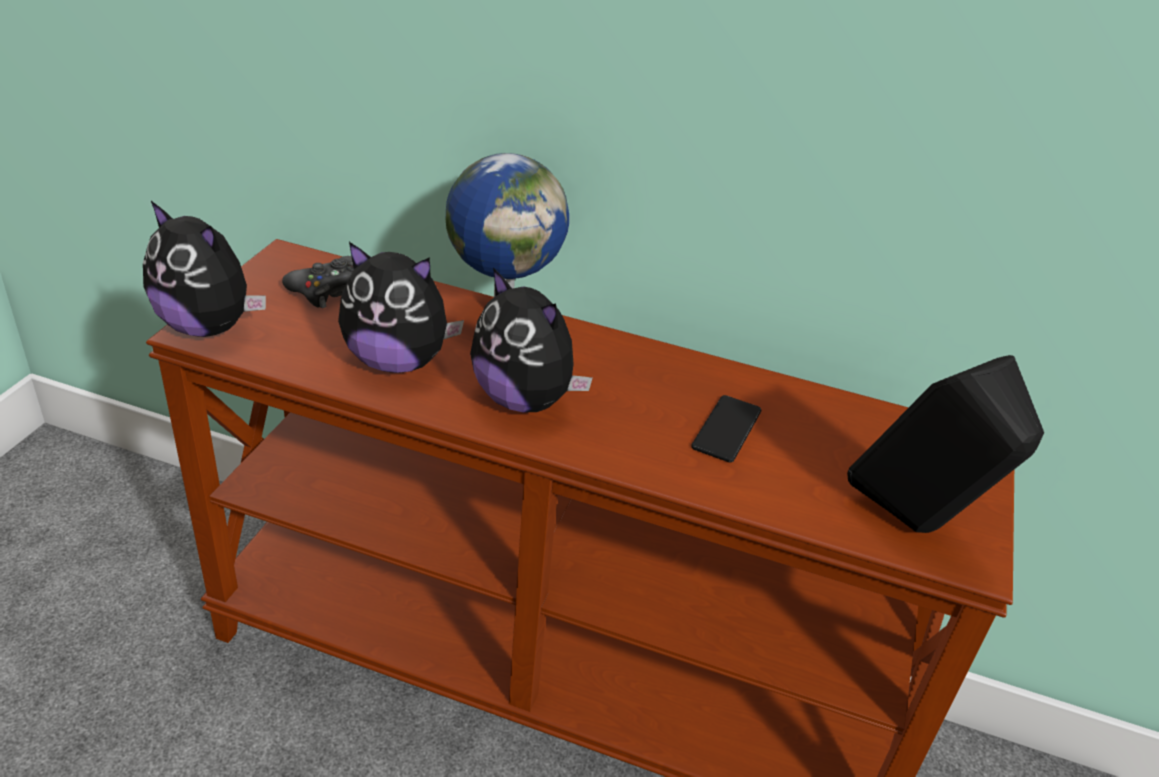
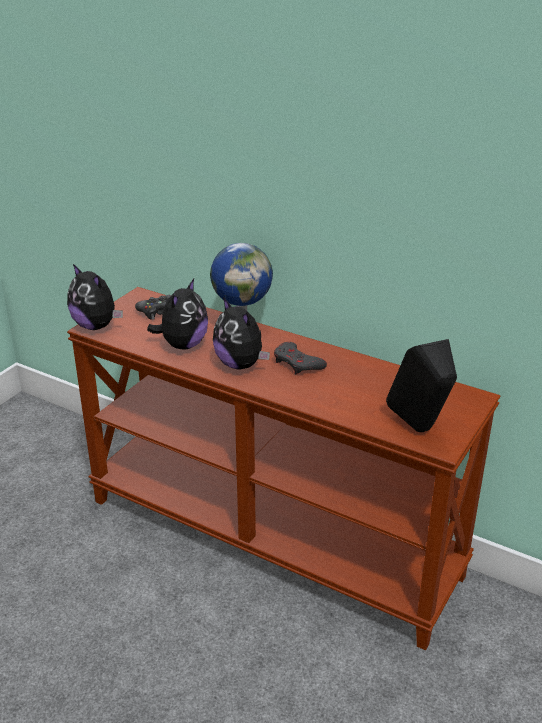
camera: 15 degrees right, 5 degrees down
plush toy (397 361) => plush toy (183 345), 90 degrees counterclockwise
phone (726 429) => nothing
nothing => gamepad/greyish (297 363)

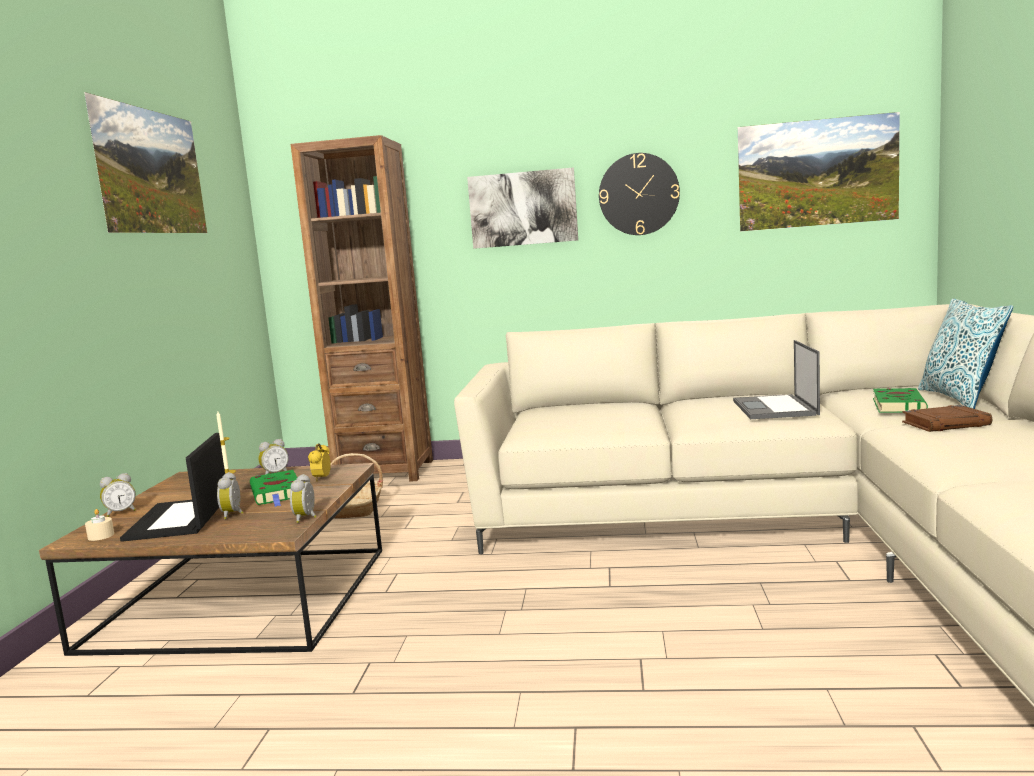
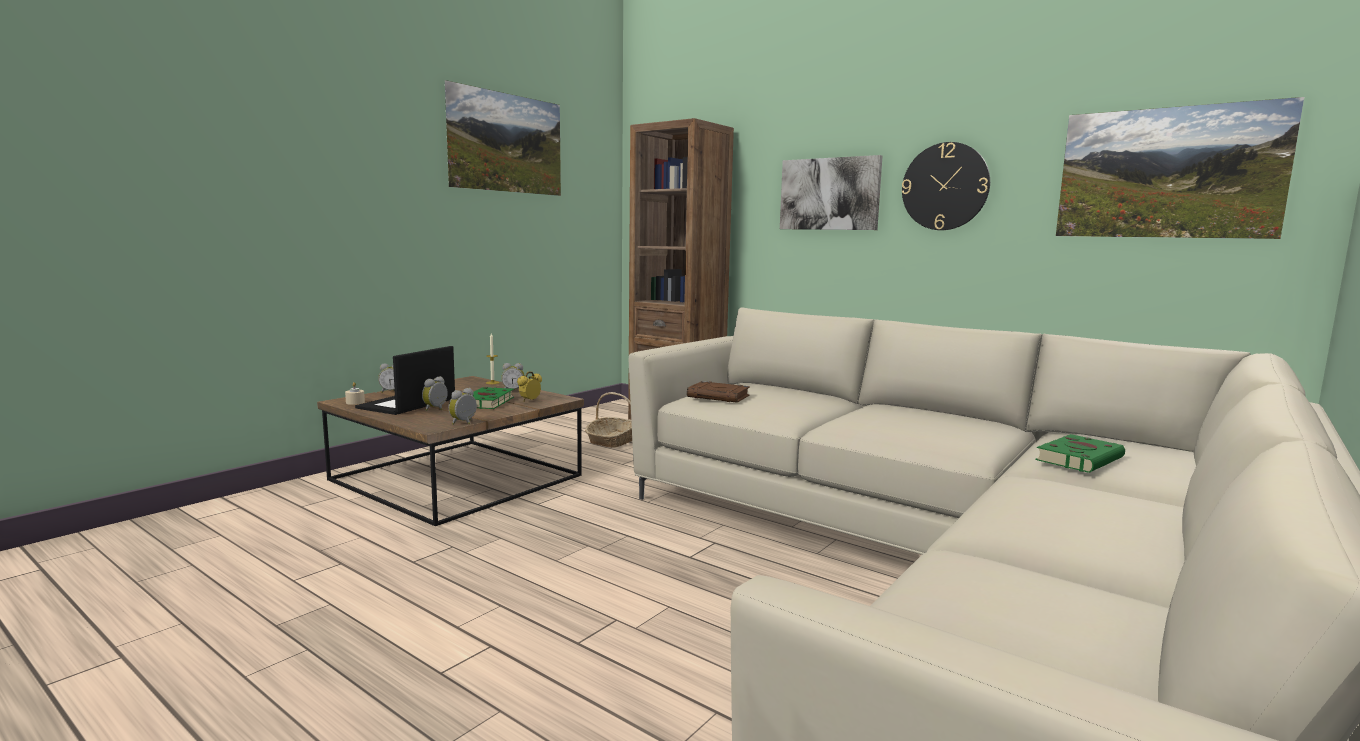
camera: 30 degrees right, 0 degrees up
throw pillow (959 398) => nothing
laptop (775 408) => nothing
bound book/brown-coloured (946 424) => bound book/brown-coloured (719 396), moved

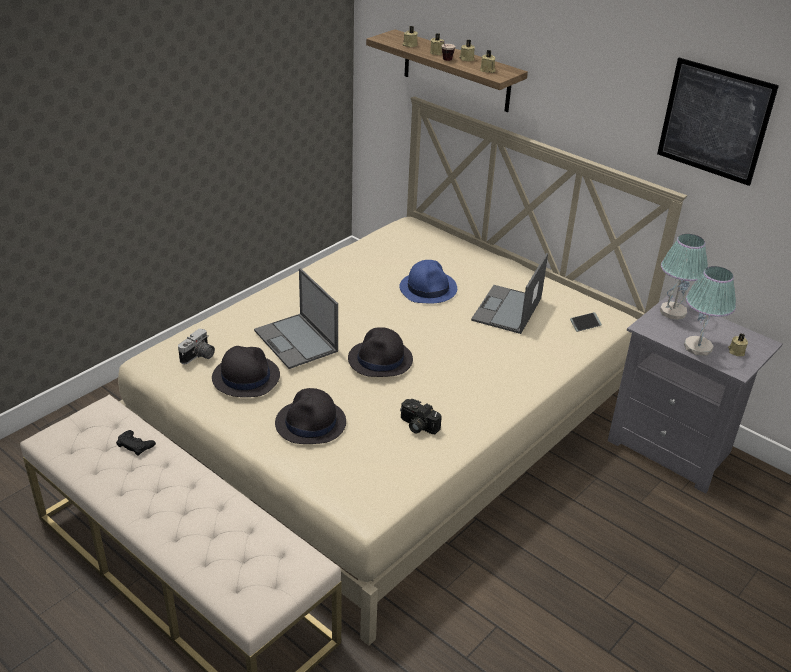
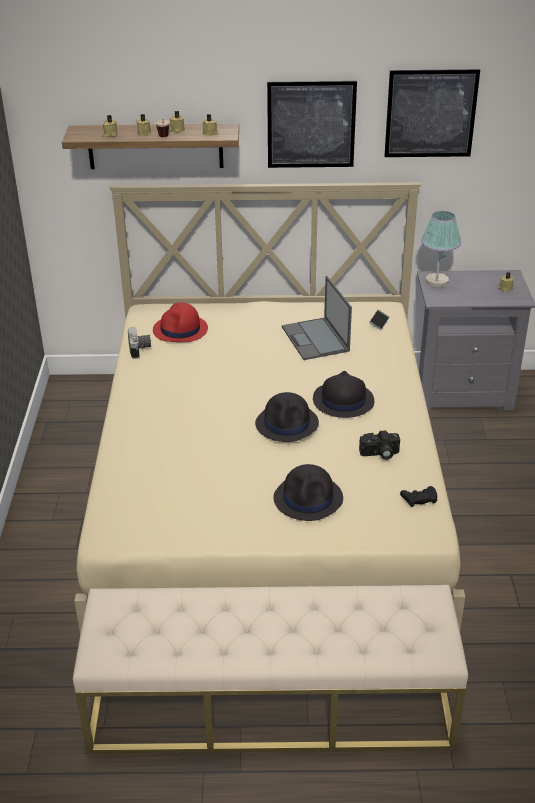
camera: 40 degrees left, 0 degrees up
wearable hat/blue-coloured (428 288) => nothing
tabletop lamp (698 347) => nothing
laptop (296 341) => nothing
still camera (199 356) => still camera (140 349), moved
wearable hat/black (245 377) => wearable hat/black (342 401), moved
gamepad/black (135 445) => gamepad/black (419 498), moved
nothing => wall art (311 124)
nothing => wearable hat/red-coloured (180 330)

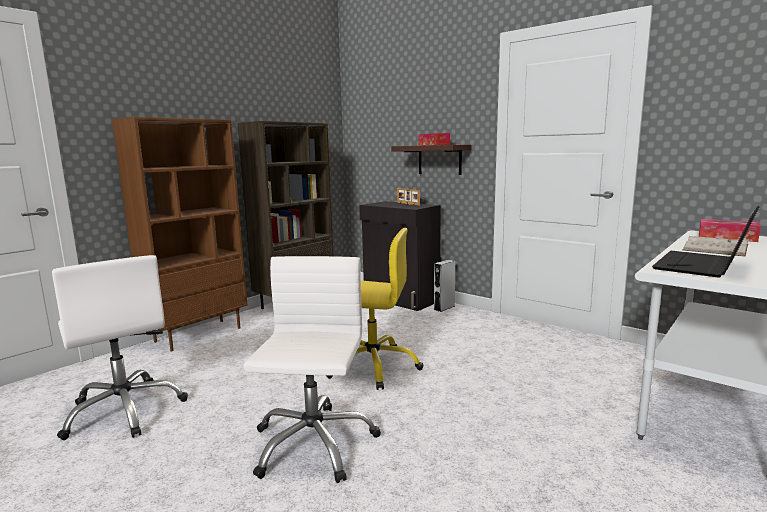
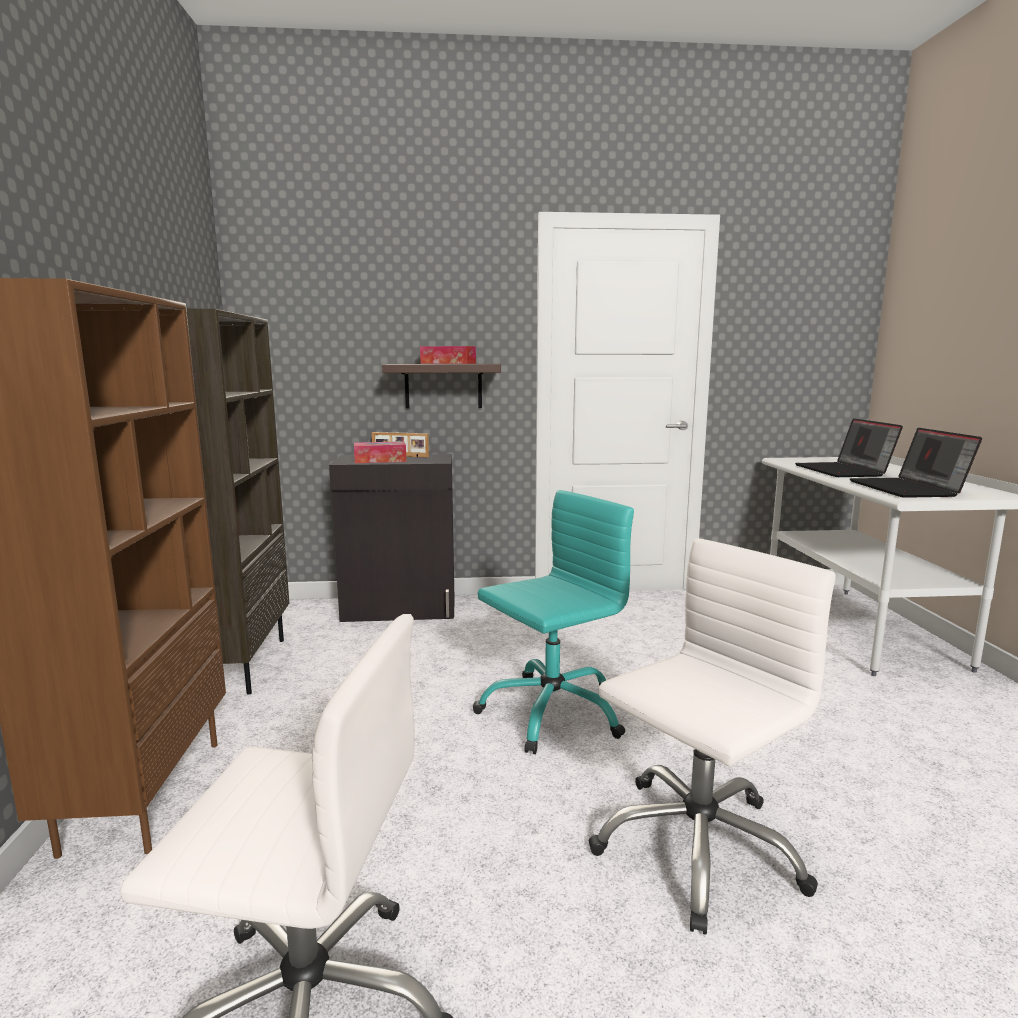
camera: 45 degrees left, 0 degrees up
tissue box (727 238) => tissue box (380 460), moved
computer chair/yellow (373 366) => computer chair/blue-green (551 711)
bound book/white-coloured (715 247) => laptop (844 471)
computer chair/white-coloured (313 443) => computer chair/white-coloured (697 846), 90 degrees clockwise
loudspeaker/greyish (444 308) => nothing

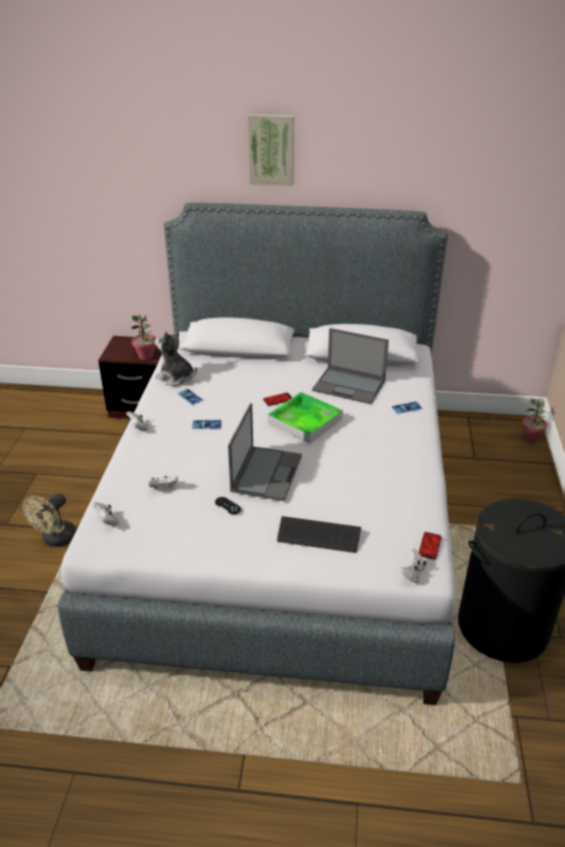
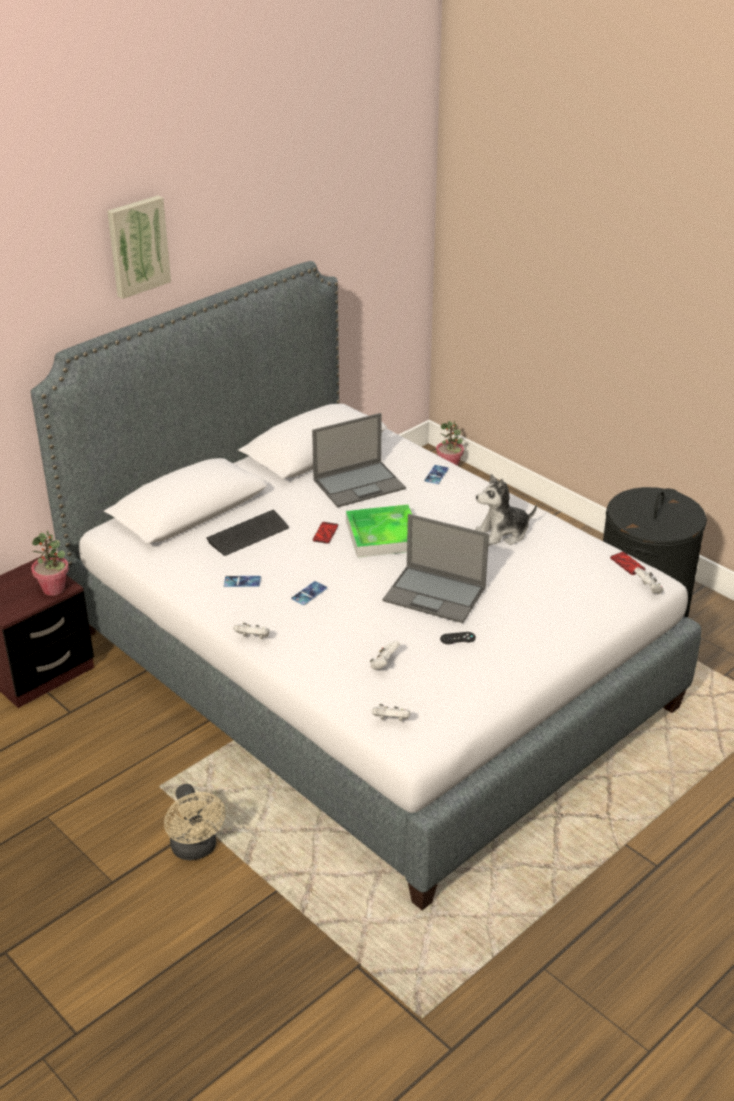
camera: 50 degrees left, 0 degrees up
plush toy (176 378) => plush toy (503 534), moved
laptop (266 472) => laptop (435 594), 150 degrees clockwise
PC keyboard (318 536) => PC keyboard (248 534), moved

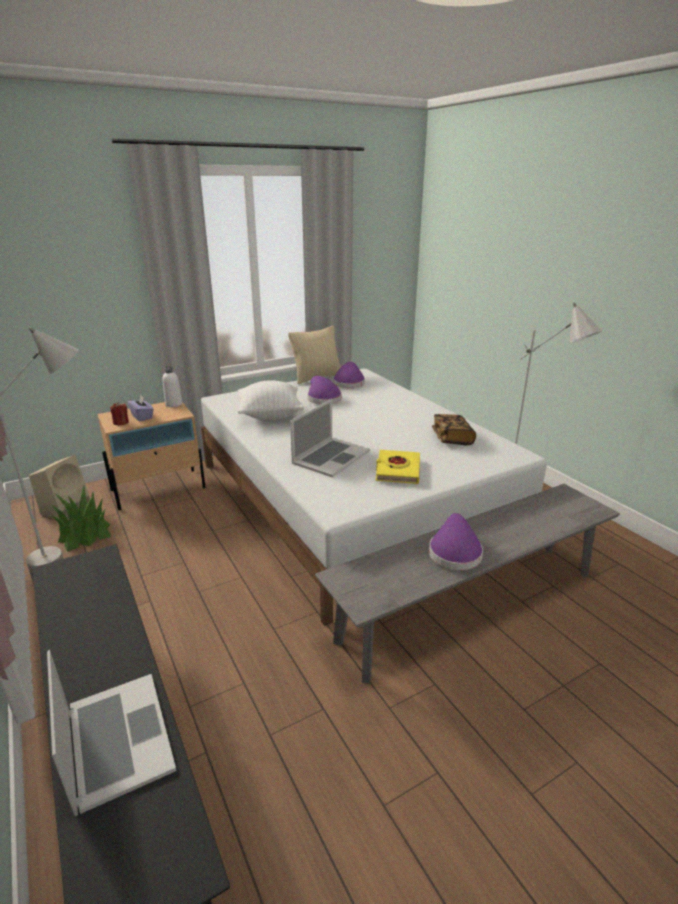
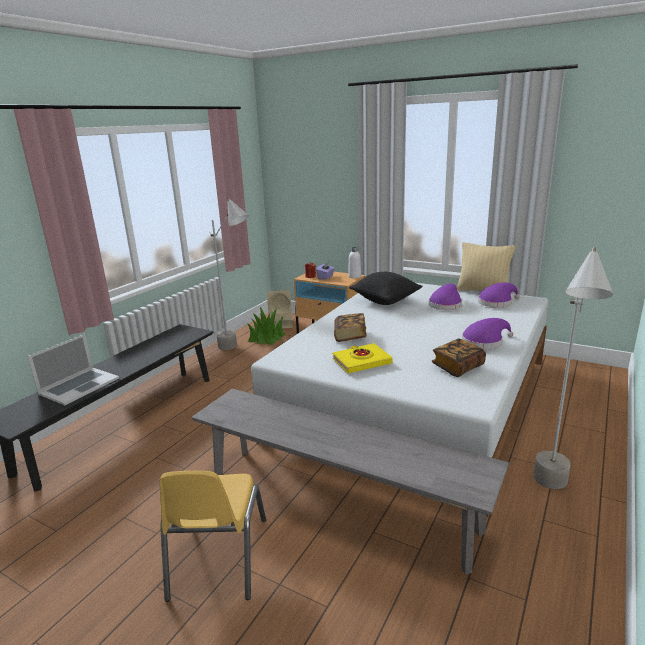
camera: 60 degrees right, 5 degrees down
throw pillow/white-coloured (270 415) => throw pillow/black (385 301)
laptop (331 457) => bound book (350 336)
wearable hat/purple-coloured (454 552) => wearable hat/purple-coloured (484 342), moved
nothing => chair/yellow (217 558)

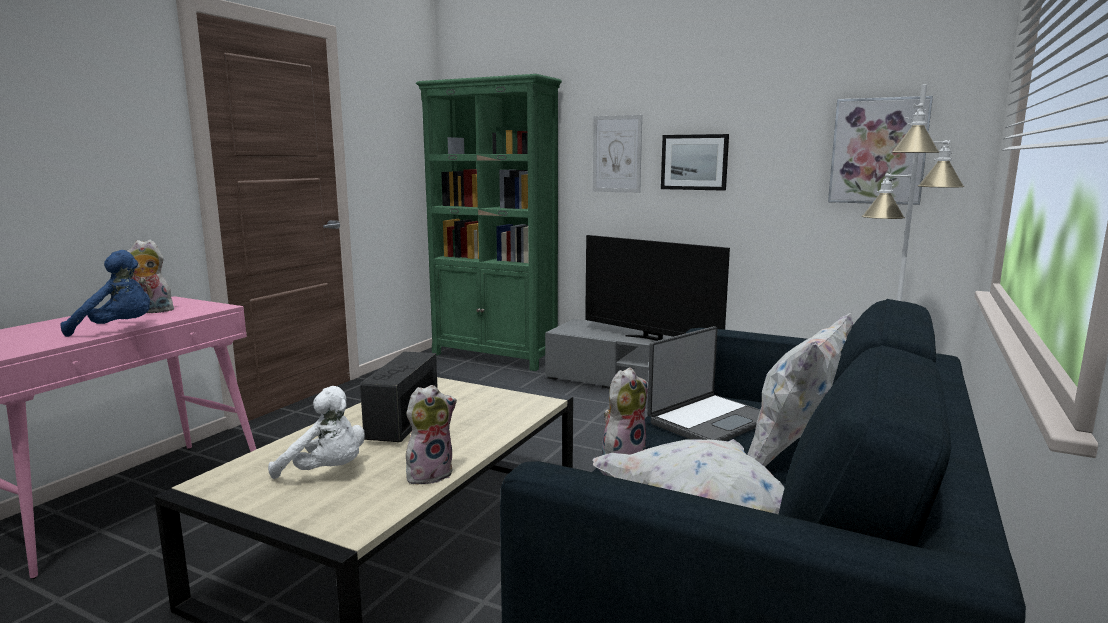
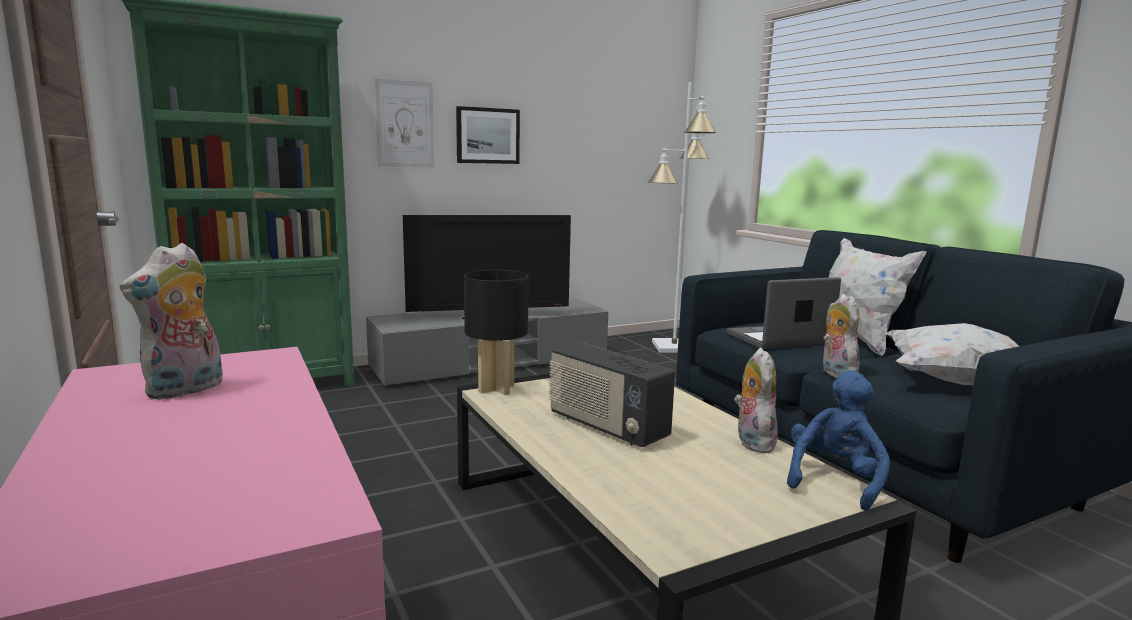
camera: 55 degrees left, 0 degrees up
wall art (878 151) => nothing
plush toy/blue-coloured (118 329) => plush toy/blue-coloured (834 480), moved
laptop (709 421) => laptop (779 339), 105 degrees counterclockwise
plush toy/white-coloured (327 472) => nothing
nothing => tabletop lamp/black (496 388)

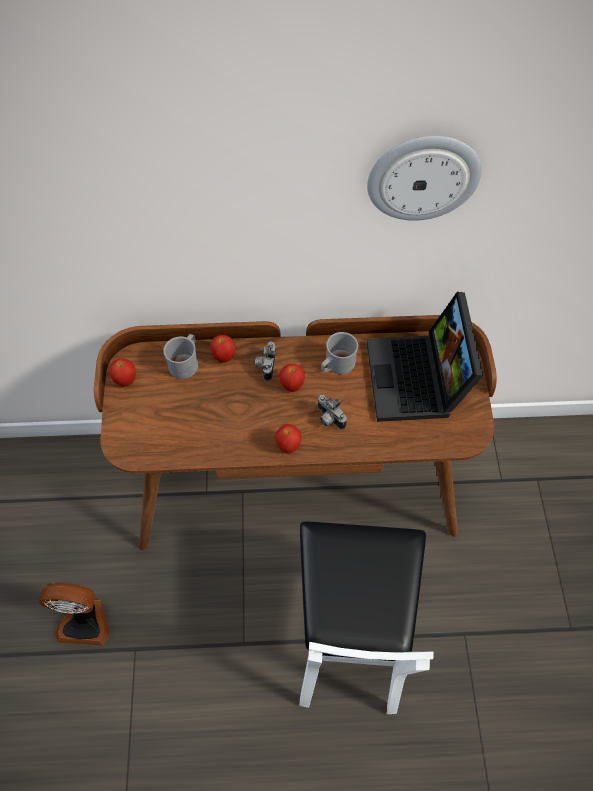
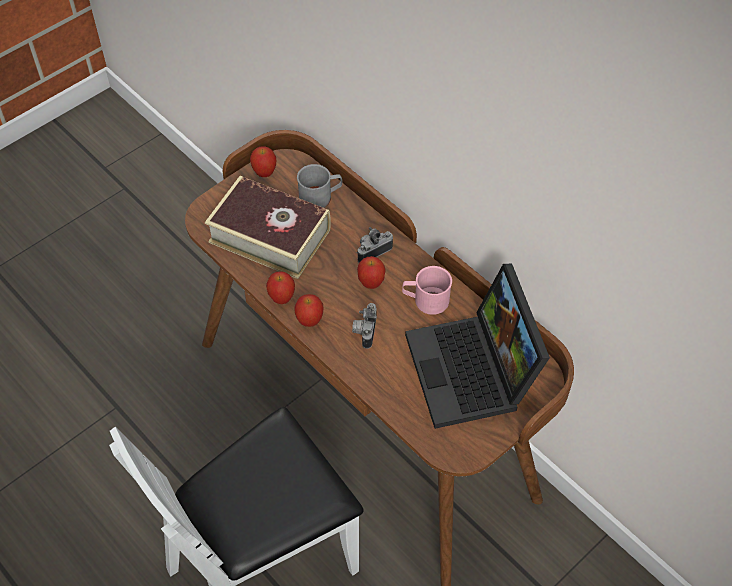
camera: 50 degrees right, 5 degrees down
hanging clock (423 177) => nothing
laptop (418 380) => laptop (473 372), 60 degrees counterclockwise
coffee mug/greyish (336 365) => coffee mug/pink (425 300)
apple (224 357) => apple (282 298), moved
electric fan (85 620) => nothing
nothing => bound book (270 236)

